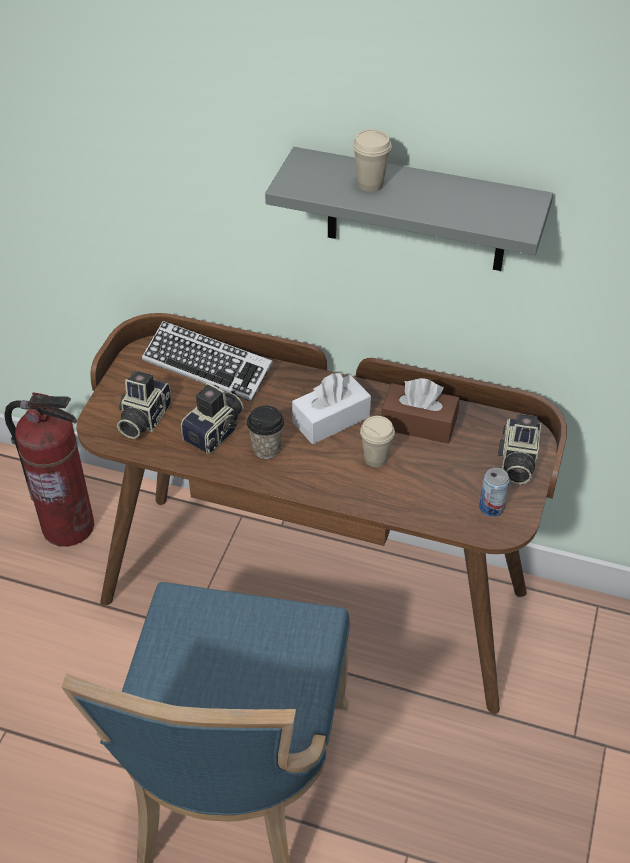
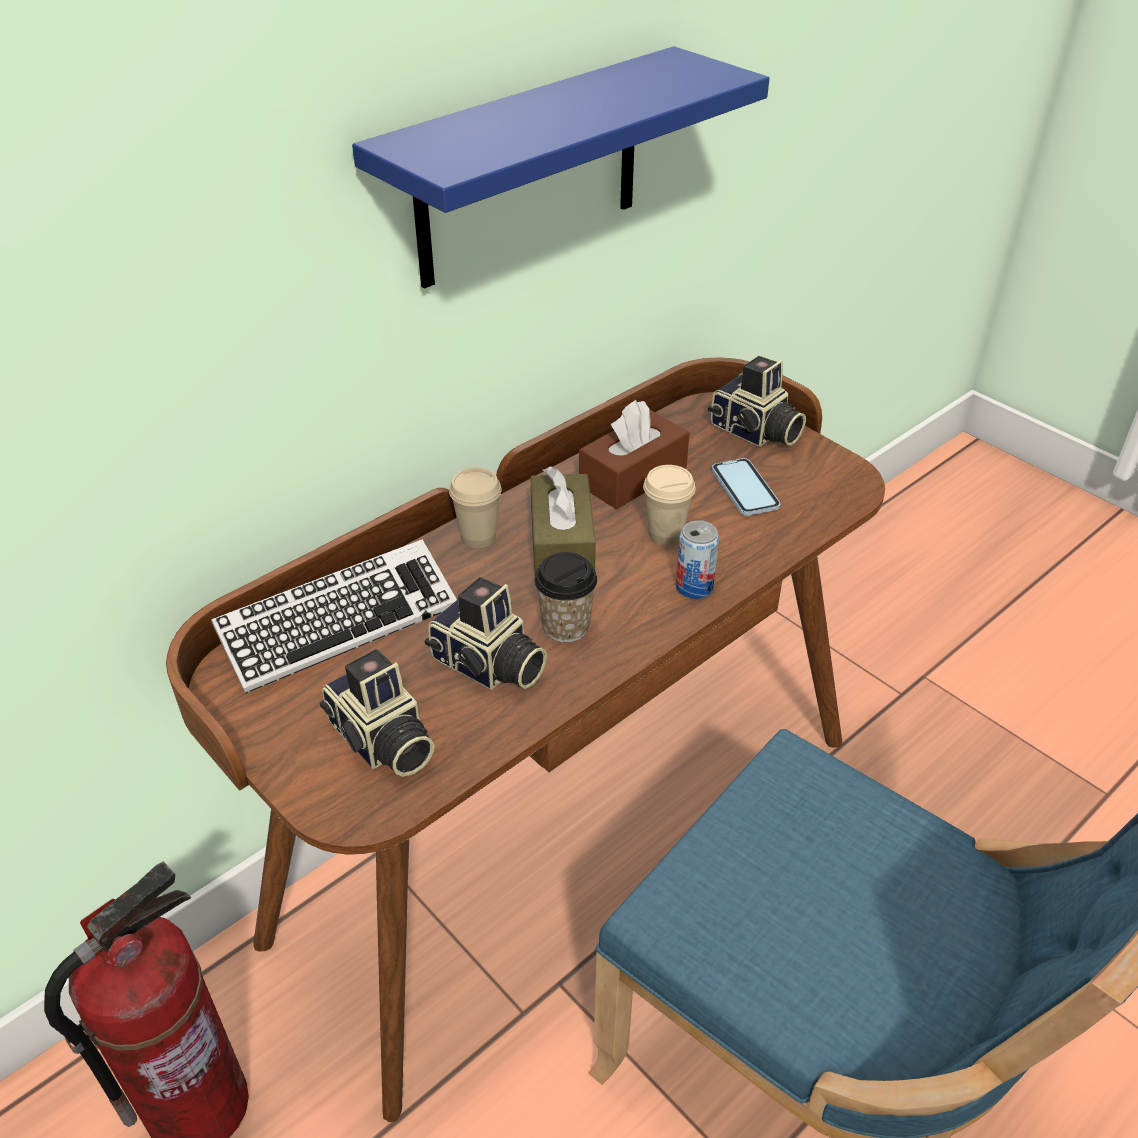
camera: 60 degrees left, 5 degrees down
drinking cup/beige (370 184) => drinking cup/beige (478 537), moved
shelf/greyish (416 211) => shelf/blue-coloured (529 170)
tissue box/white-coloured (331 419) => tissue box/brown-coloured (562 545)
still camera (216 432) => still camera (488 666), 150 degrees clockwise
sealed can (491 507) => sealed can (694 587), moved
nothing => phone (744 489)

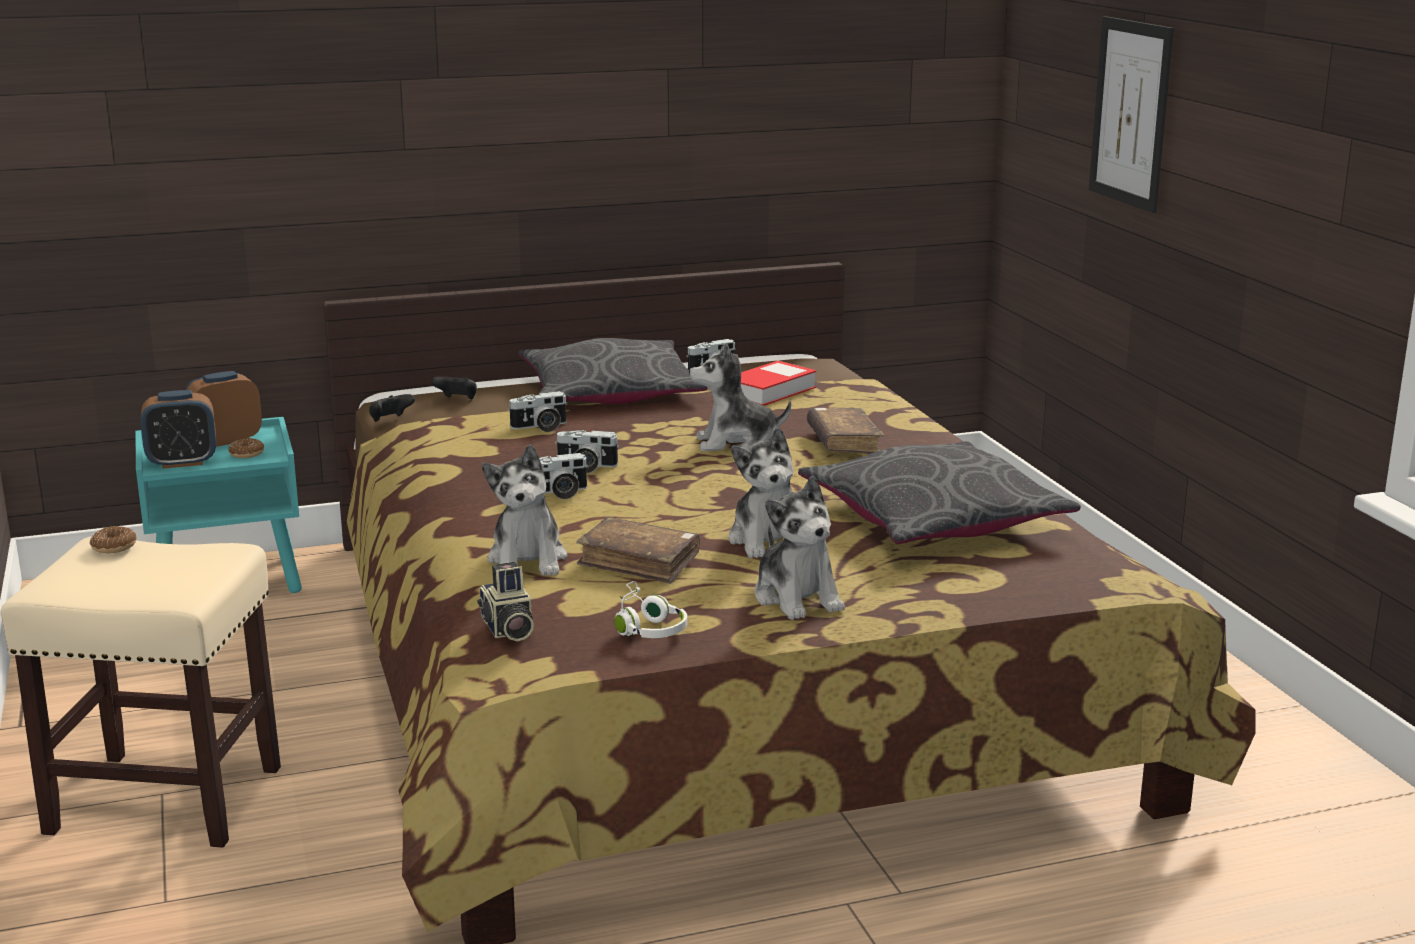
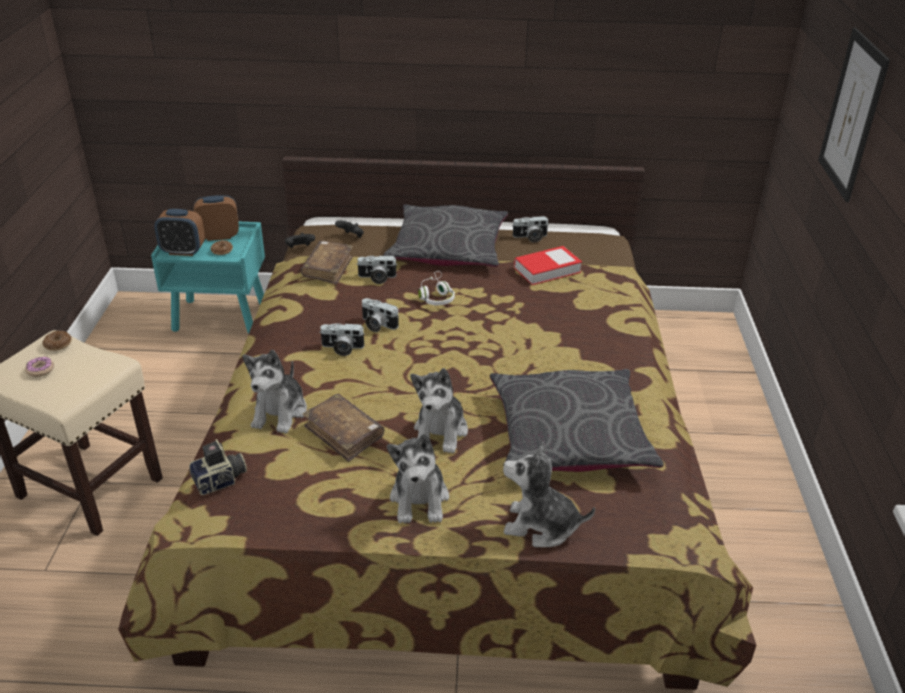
camera: 20 degrees right, 15 degrees up
plush toy (736 443) => plush toy (541 526), moved
bound book/brown-coloured (844 443) => bound book/brown-coloured (328 268), moved
still camera (507 629) => still camera (221 481), 120 degrees counterclockwise
pair of headphones/white-coloured (646 626) => pair of headphones/white-coloured (436 296), moved
nothing => donut (40 370)

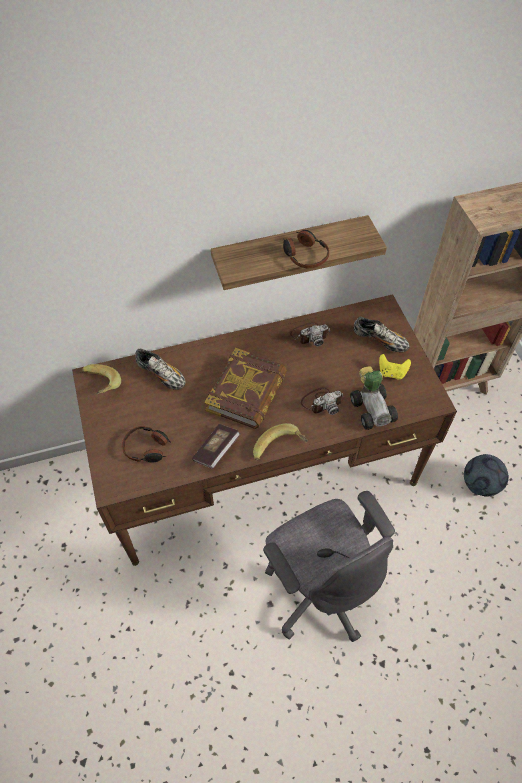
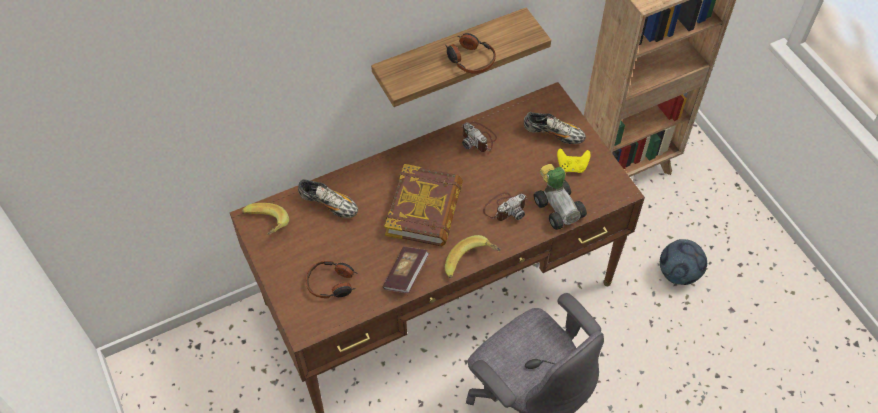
camera: 10 degrees left, 0 degrees up
still camera (310 335) => still camera (478 138), 75 degrees clockwise

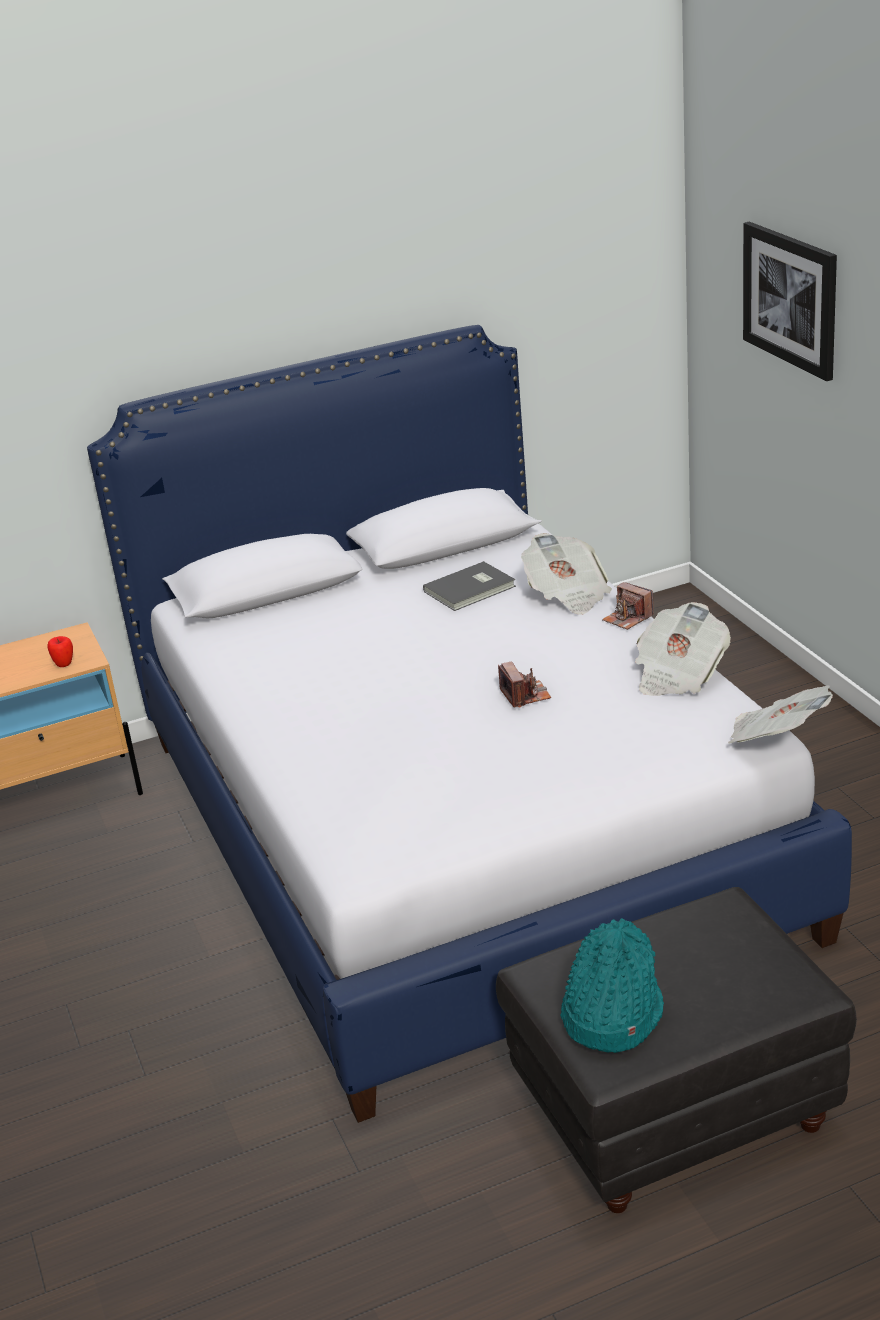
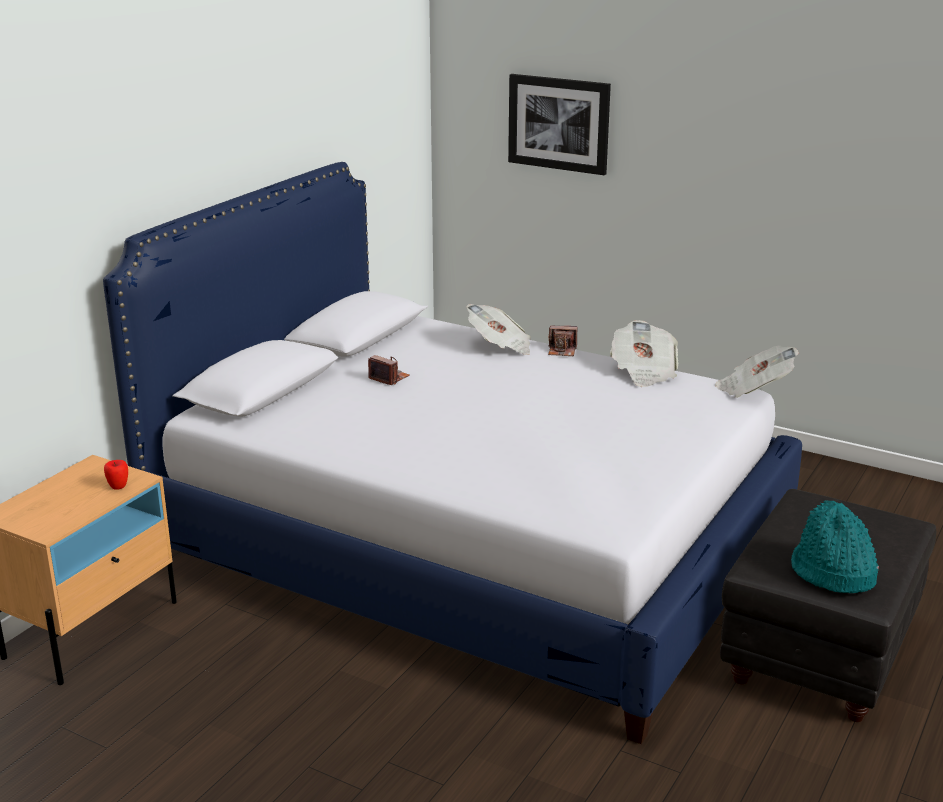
camera: 40 degrees left, 5 degrees down
bound book/greyish (472 589) => nothing
still camera (525 695) => still camera (389 378), moved

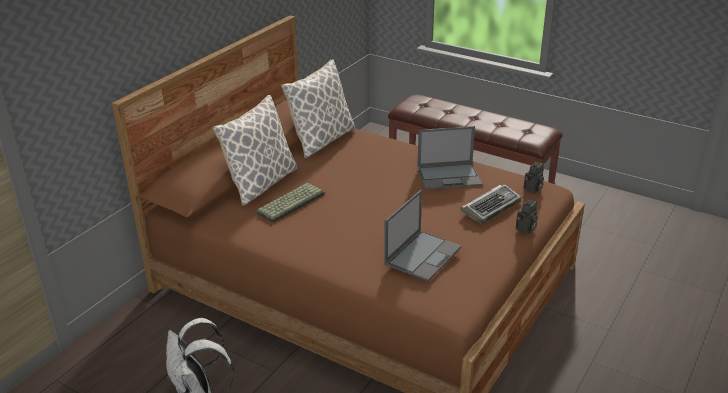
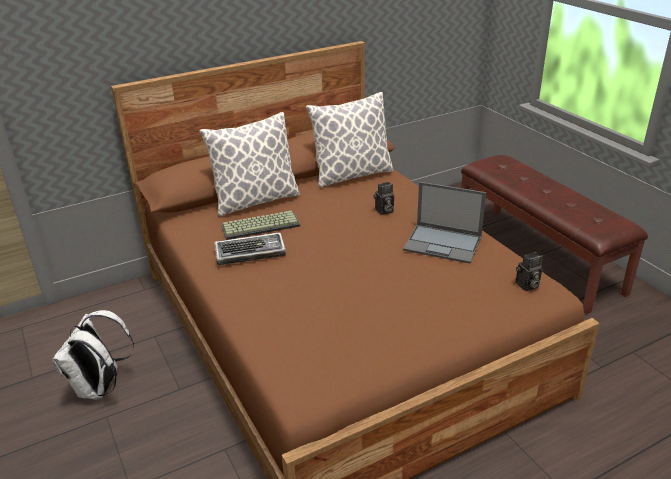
camera: 30 degrees right, 0 degrees up
PC keyboard (491 207) => PC keyboard (251 252), moved
laptop (423 255) => nothing
still camera (525 229) => still camera (384 211), moved

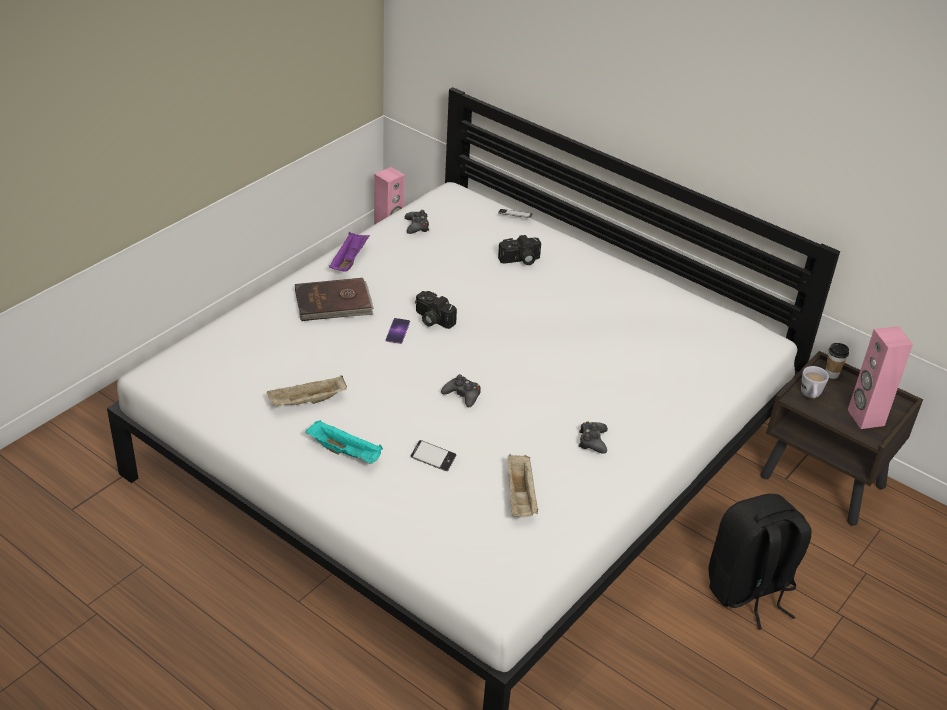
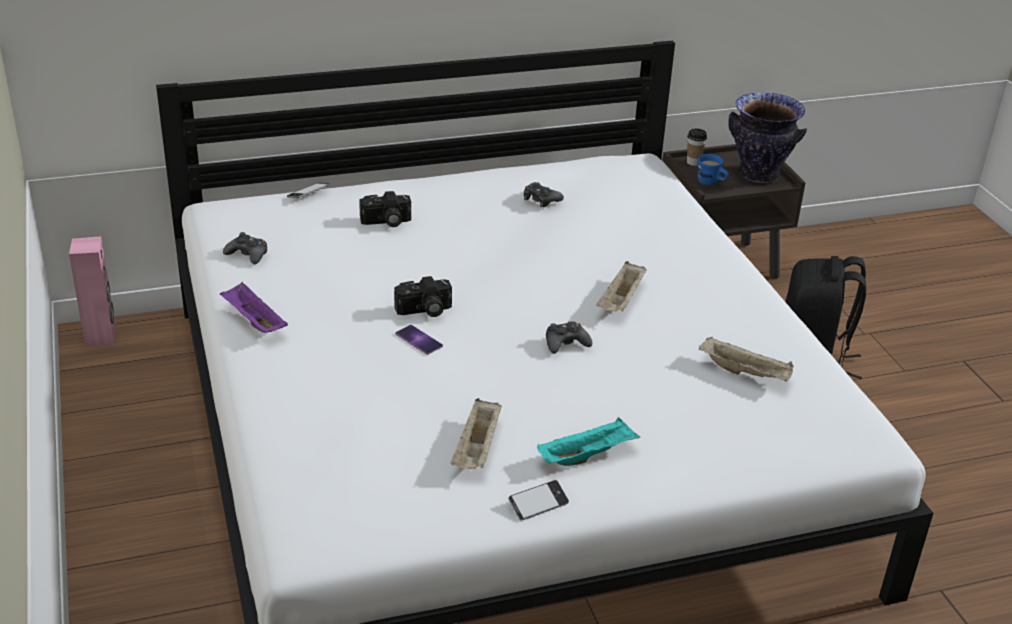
camera: 55 degrees left, 5 degrees down
still camera (520 260) => still camera (386 222), 60 degrees clockwise
bound book/brown-coloured (334 303) => nothing
loudspeaker/pink (865 418) => decorative vase (759 174)
coffee mug/white-coloured (810 396) => coffee mug/blue-coloured (711 183)
gamepad/black (592 441) => gamepad/black (541 199), moved
phone (433 458) => phone (538 504), moved
nothing => carrying tray/beige (621 301)

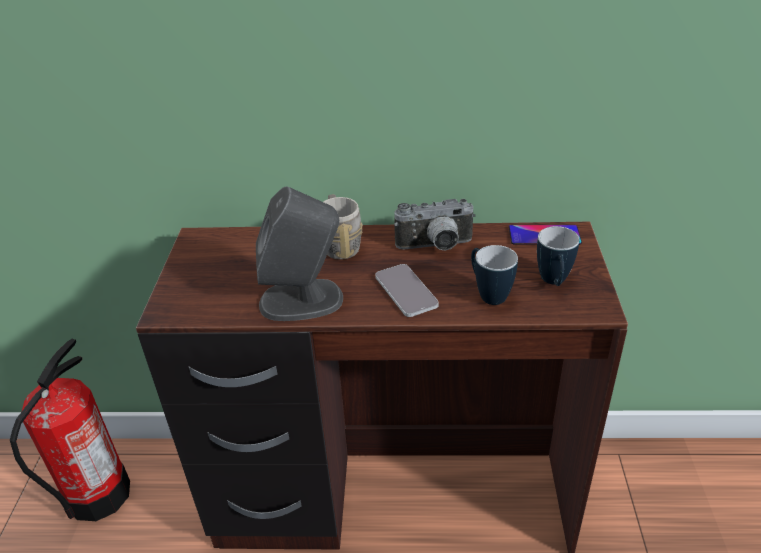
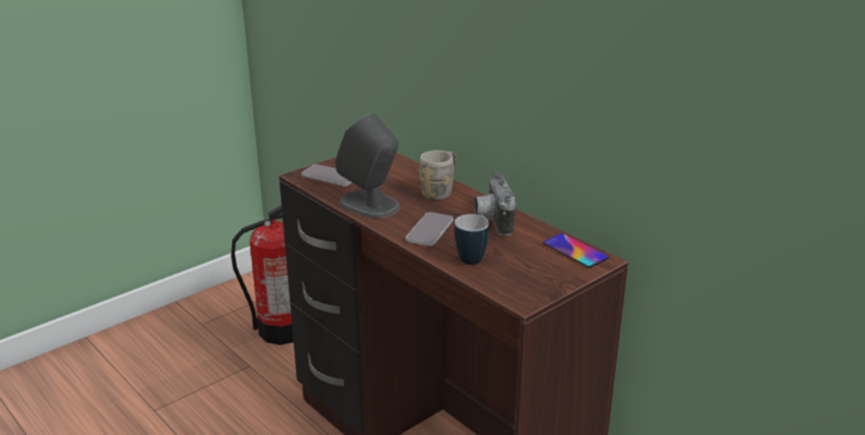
camera: 45 degrees right, 10 degrees down
still camera (435 247) => still camera (491 220), 45 degrees clockwise
coffee mug (554 283) => nothing
nothing => phone (329 177)

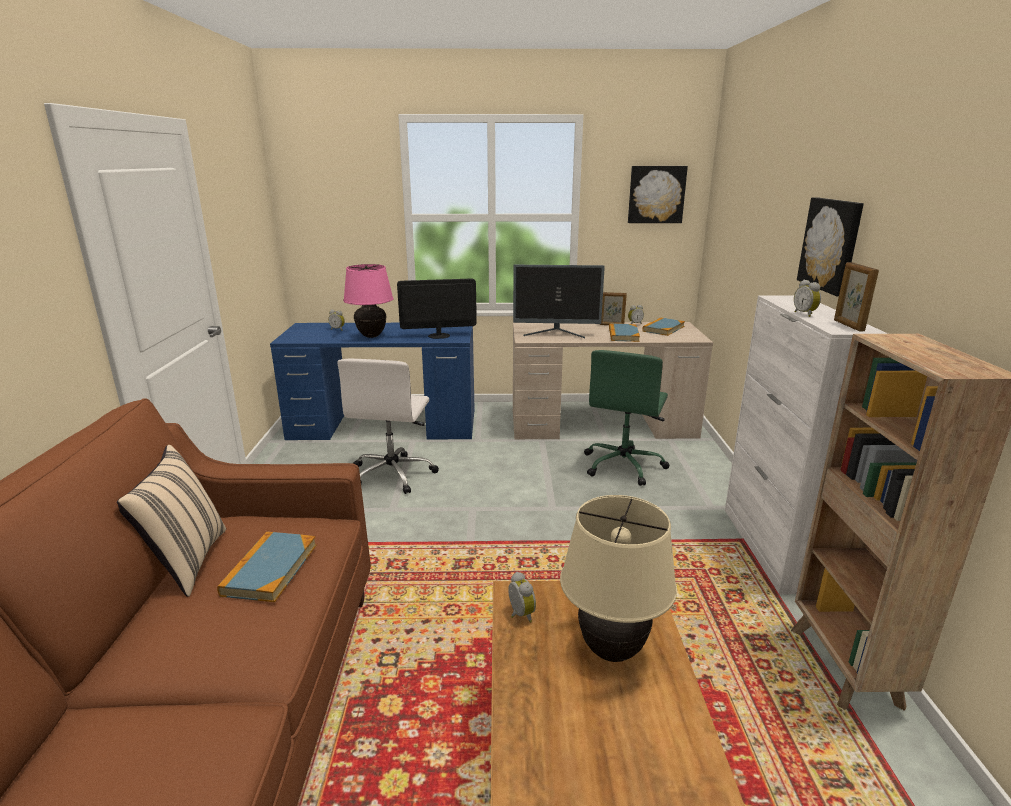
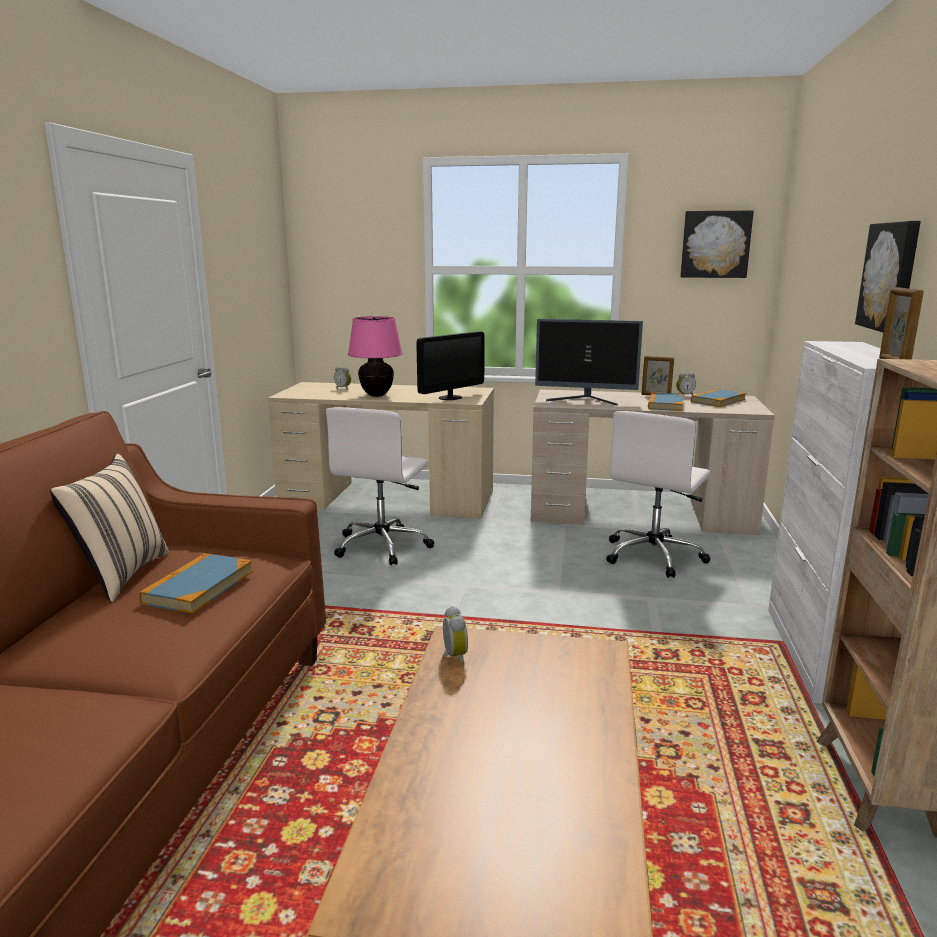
camera: 10 degrees right, 5 degrees down
monitor (439 336) => monitor (450 398), 135 degrees clockwise
bedside clock (805 314) => nothing
desk/blue-coloured (385 424) => desk/beige (388 498)
computer chair/greenish (623 465) => computer chair/white-coloured (654 556)
tabletop lamp/beige (612 650) => nothing

